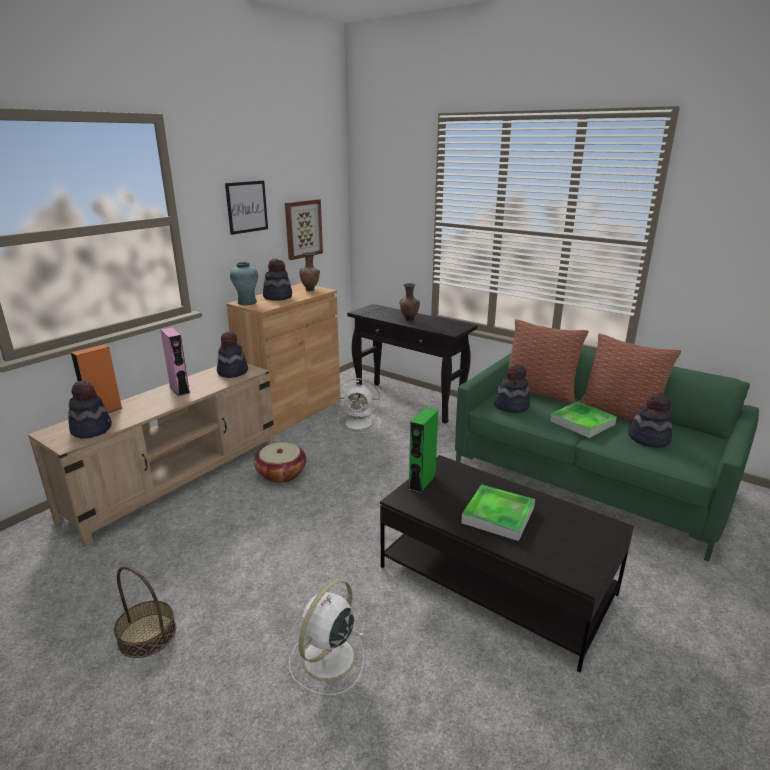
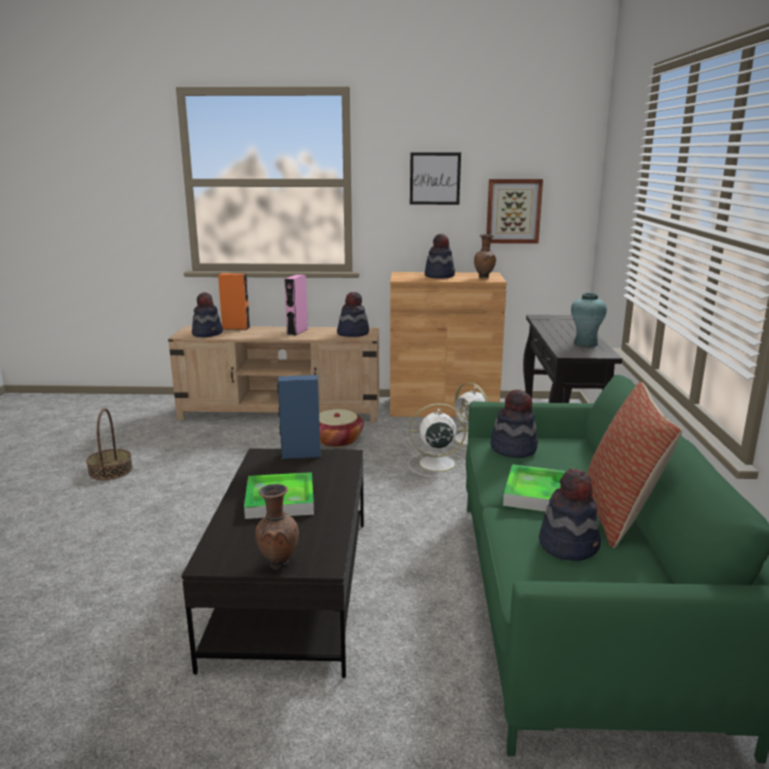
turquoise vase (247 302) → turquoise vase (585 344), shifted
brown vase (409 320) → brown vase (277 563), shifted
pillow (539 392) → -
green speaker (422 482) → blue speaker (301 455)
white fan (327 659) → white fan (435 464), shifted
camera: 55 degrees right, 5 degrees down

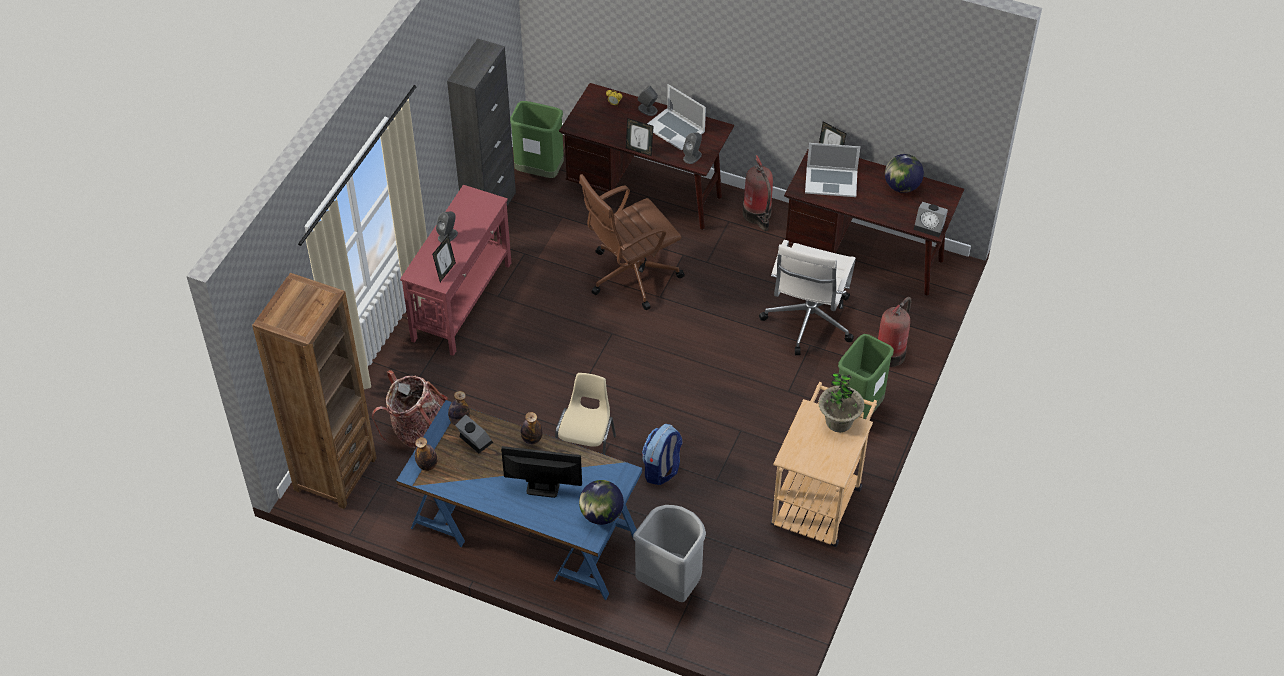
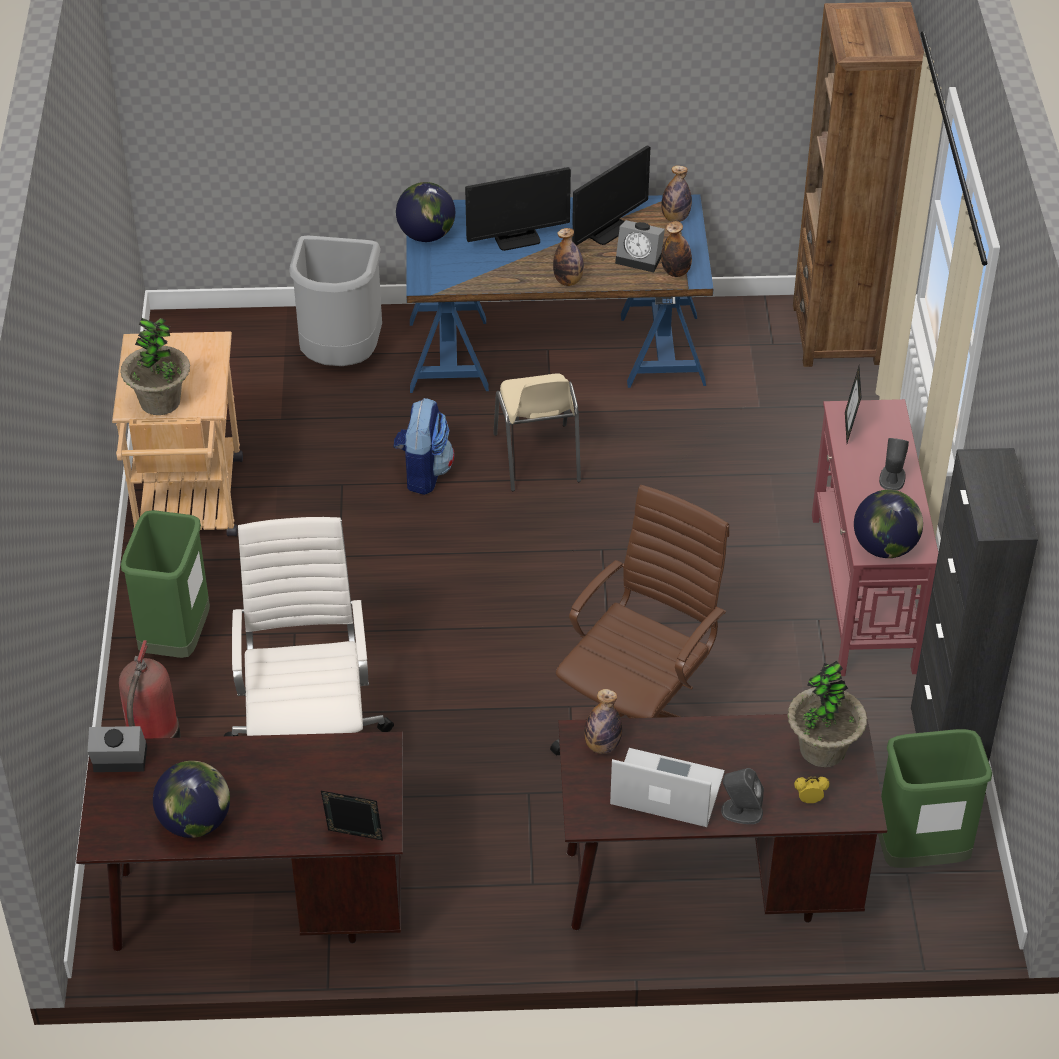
picture frame (639 150) → -
grey speaker (692 156) → bottle (602 746)
laptop (831 181) → -
fire extinguisher (758 215) → -
backpack (418 431) → -
- → monitor (607 230)
- → globe (885 547)
- → potted plant (822 749)
camera: 155 degrees right, 5 degrees down

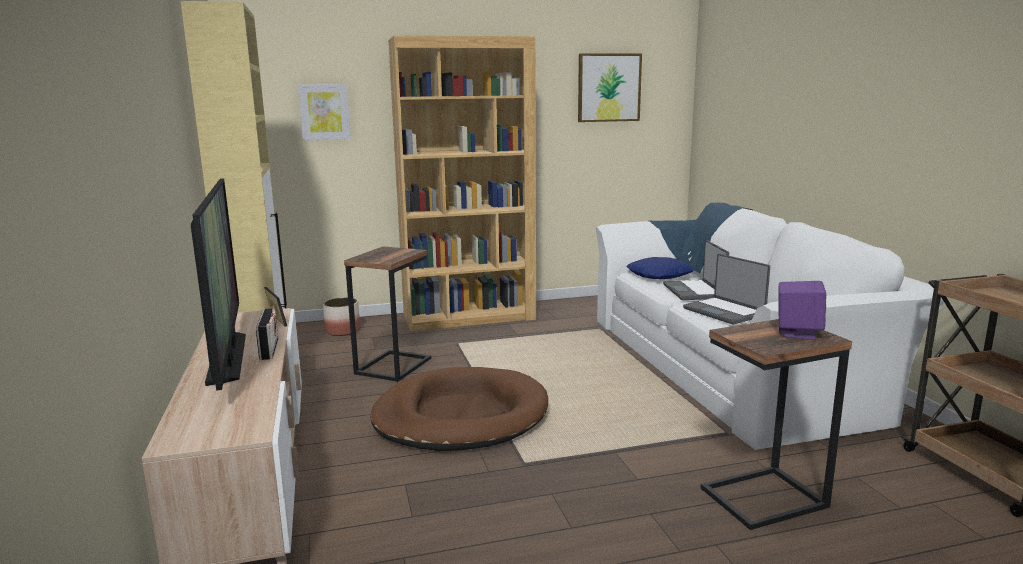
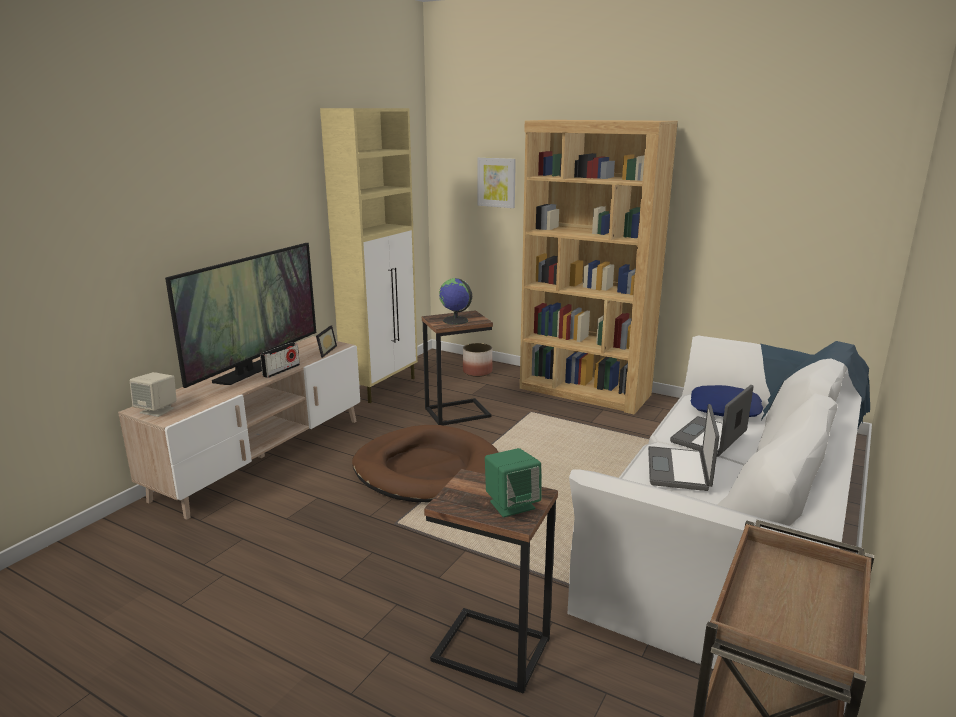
picture (609 87) → -
purple speaker (797 332) → green speaker (512 505)
- → globe (455 321)
- → beige speaker (157 410)
camera: 45 degrees right, 5 degrees up

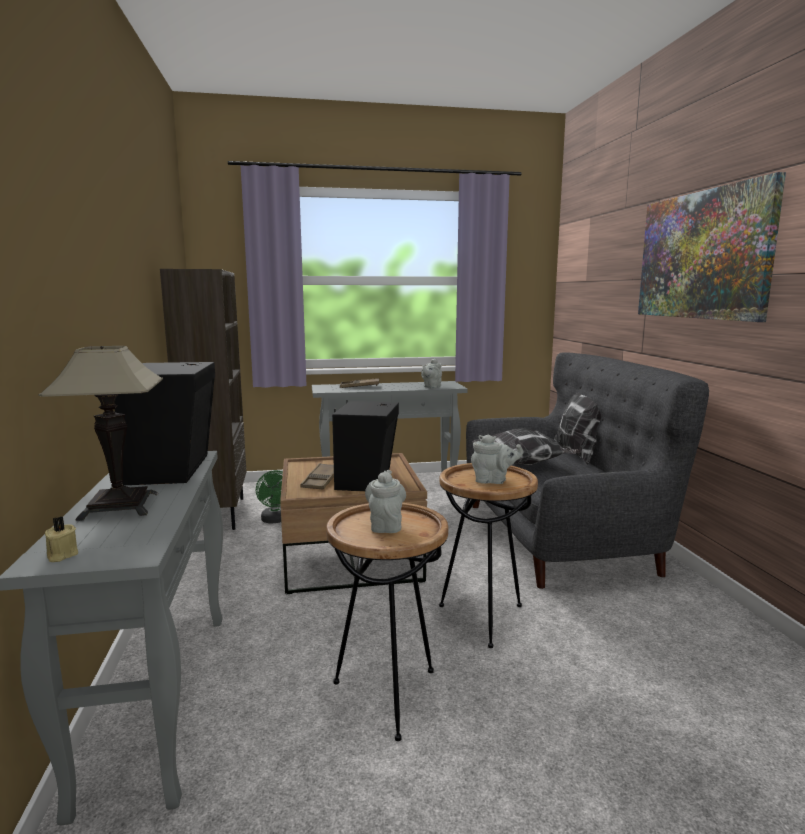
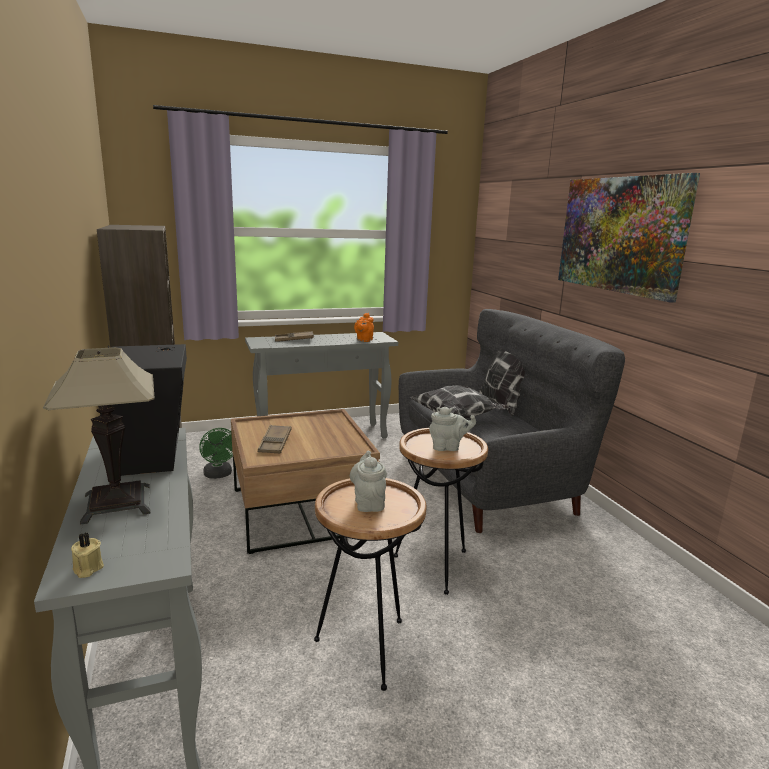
grey teapot (431 387) → orange teapot (364 340)
black speaker (367 479) → -
camera: 10 degrees left, 5 degrees up

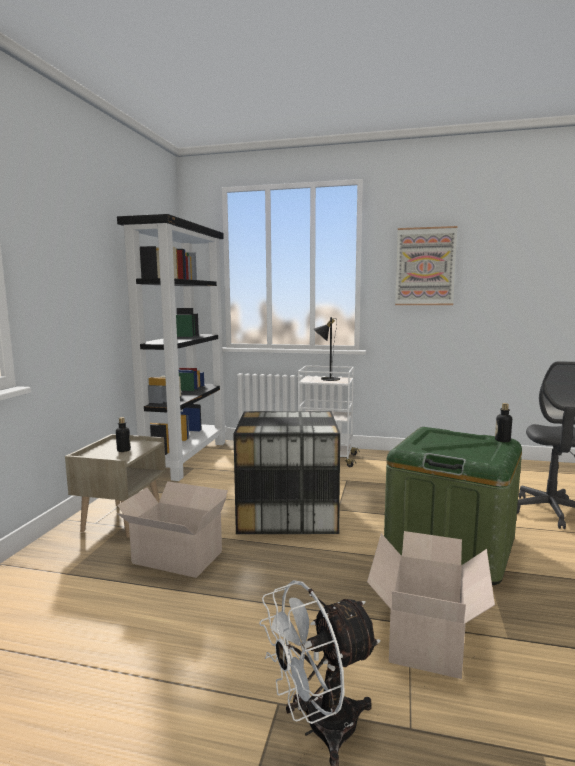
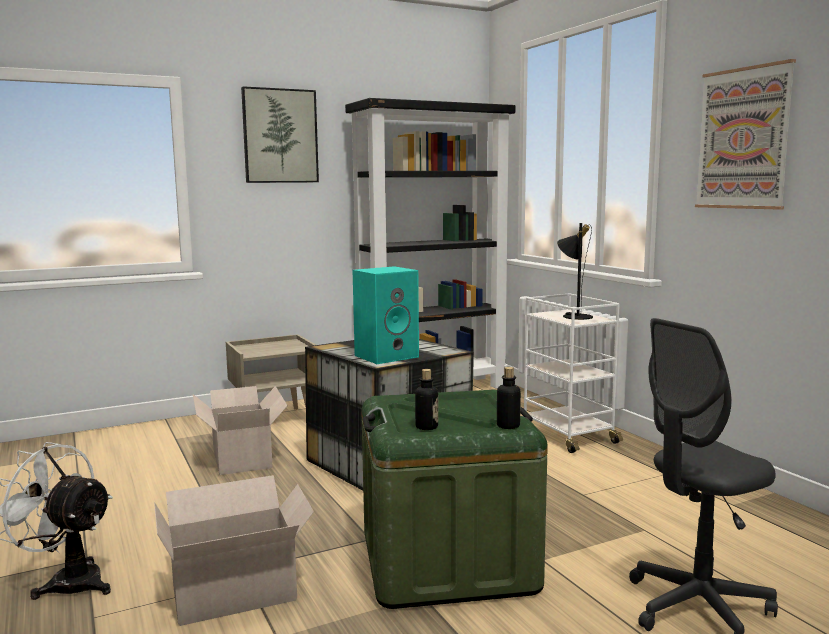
bottle (123 450) → bottle (426 427), shifted
- → picture (280 136)
- → turquoise speaker (387 356)
camera: 50 degrees right, 0 degrees up

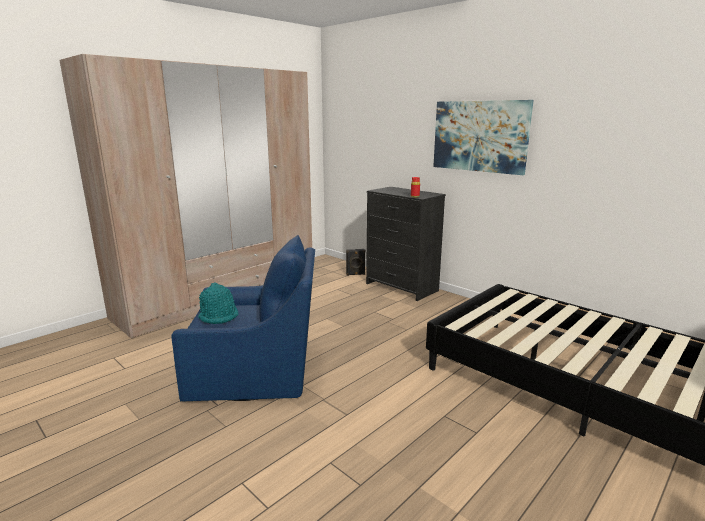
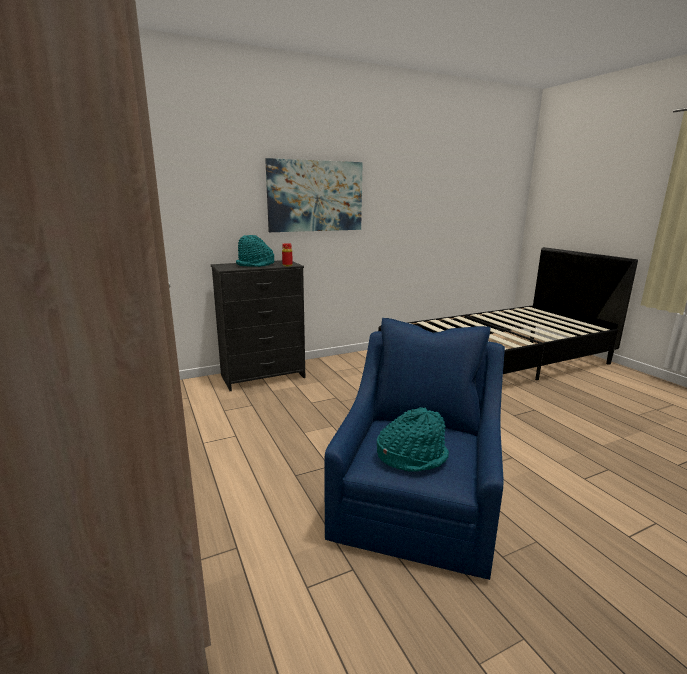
black speaker (355 274) → -
- → turquoise hat (255 265)
camera: 70 degrees left, 0 degrees up

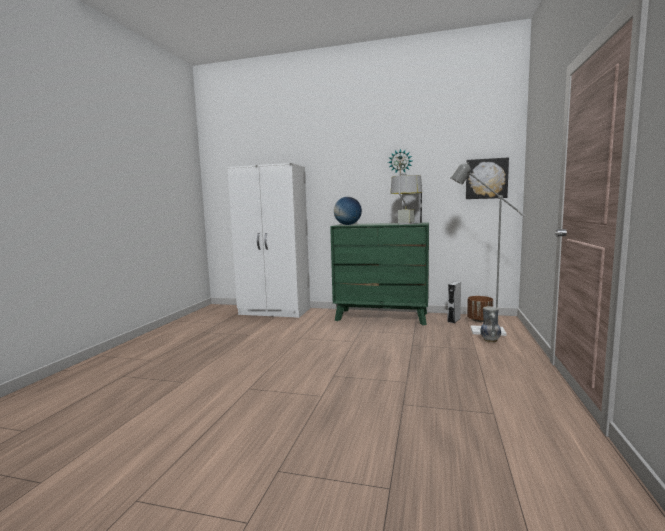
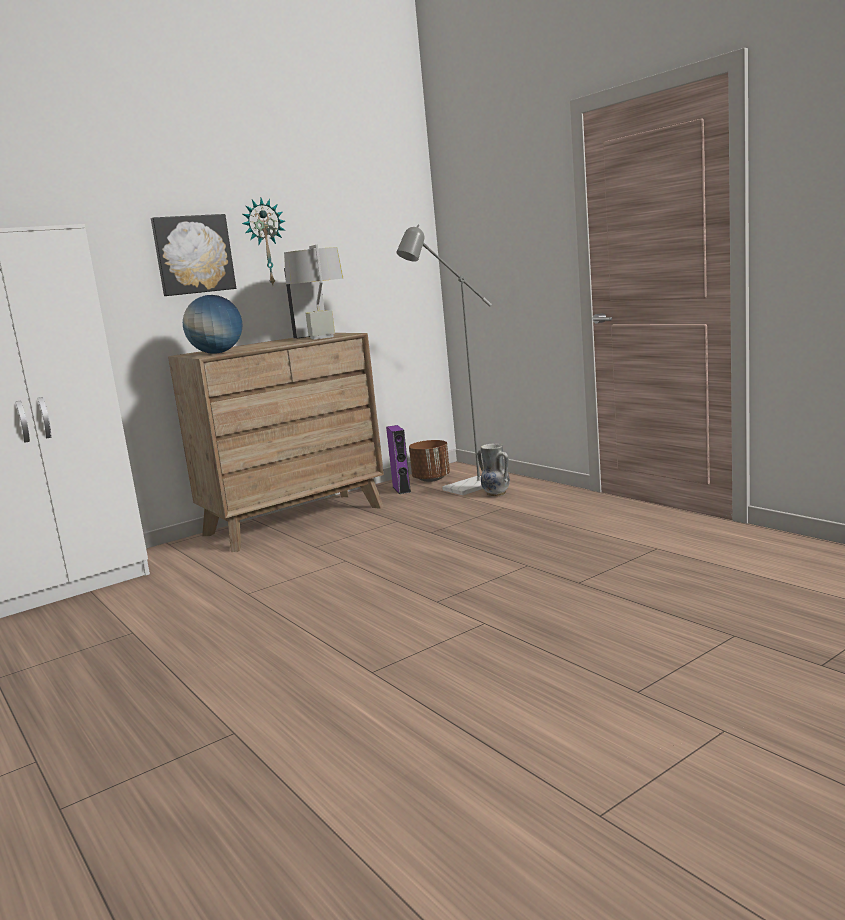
picture (486 179) → picture (193 254), shifted
green dresser (381 317) → brown dresser (295 520)
grey speaker (454 320) → purple speaker (401 489)
camera: 50 degrees left, 5 degrees up

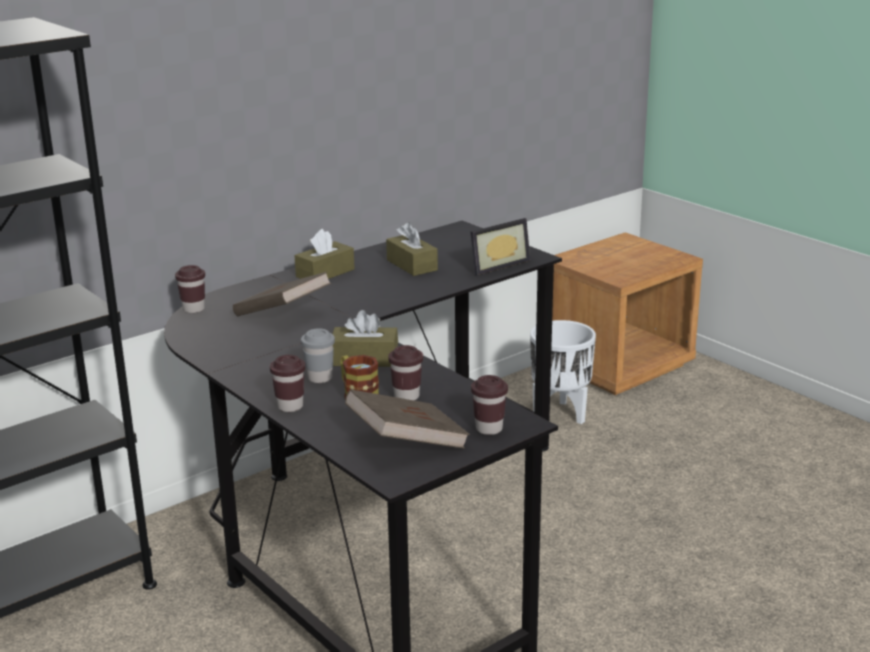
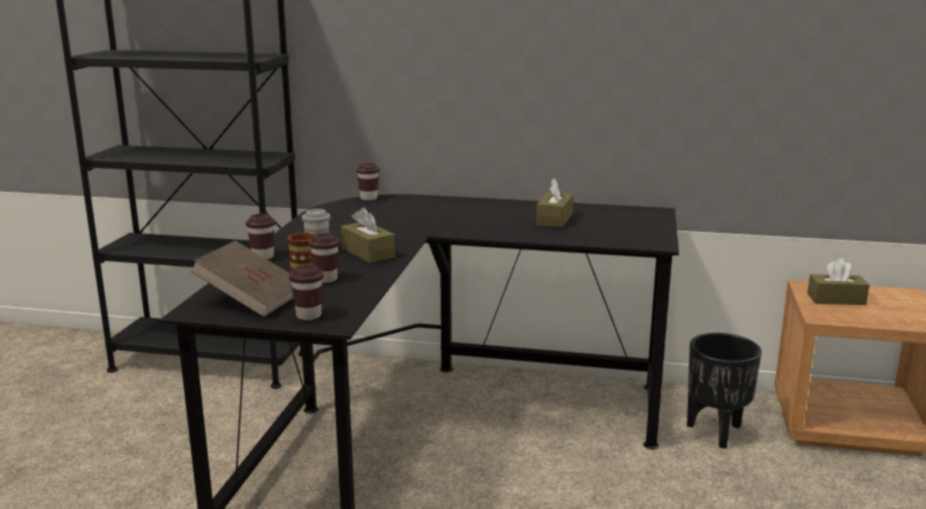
picture frame (496 265) → -
brown tissue box (325 273) → brown tissue box (836 299), shifted
brown book (282 315) → -
white planter (560 414) → black planter (717 432)
camera: 50 degrees right, 5 degrees down

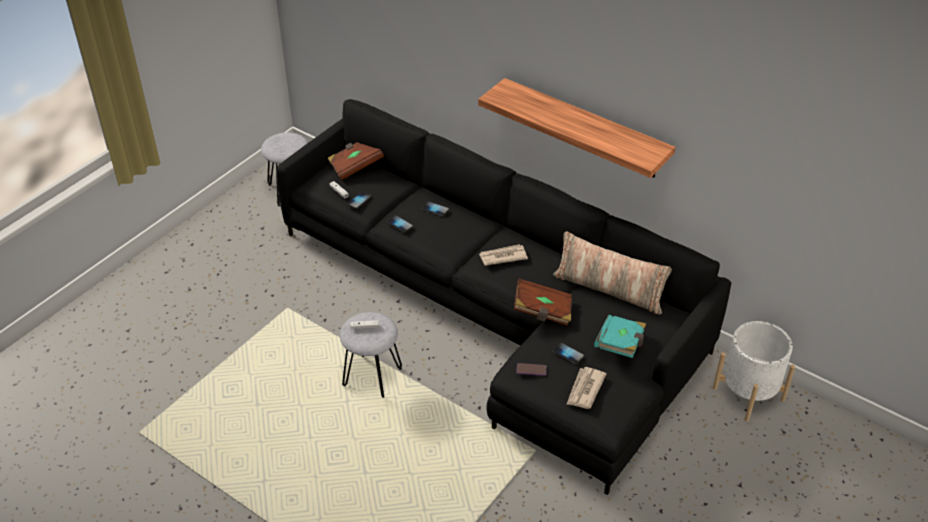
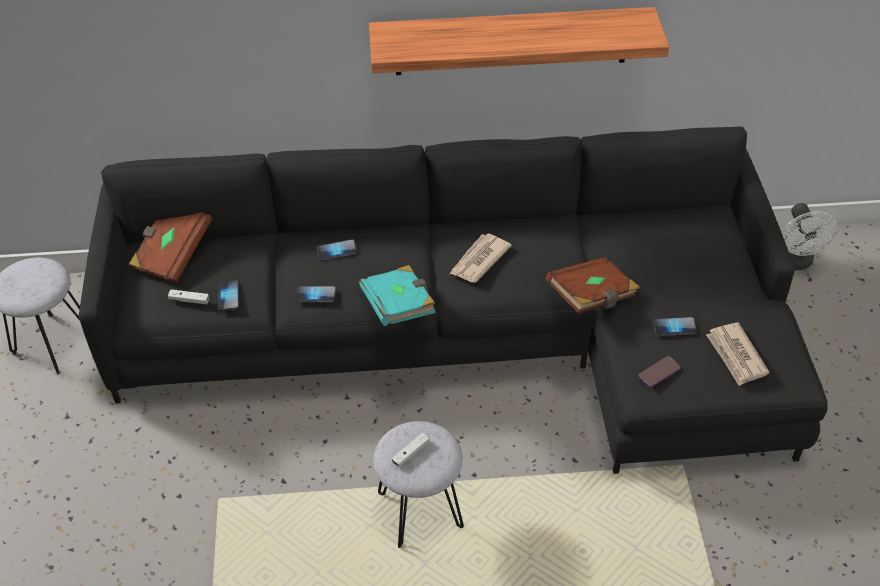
pillow (609 289) → -
turquoise book (620 344) → turquoise book (399 307), shifted
white planter (748 394) → white fan (794 262)
camera: 40 degrees left, 5 degrees up

